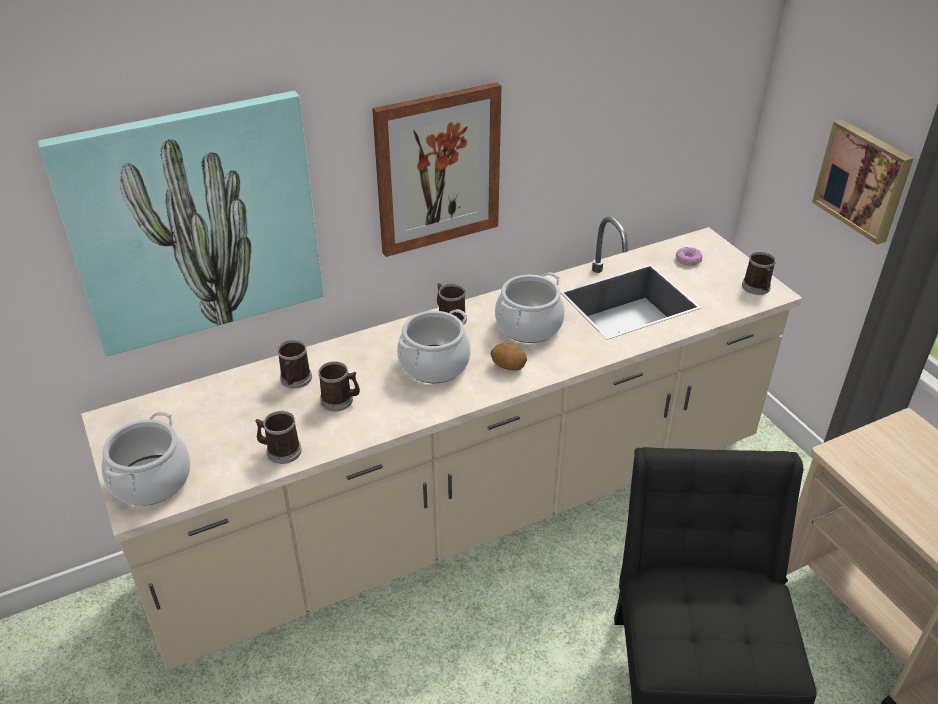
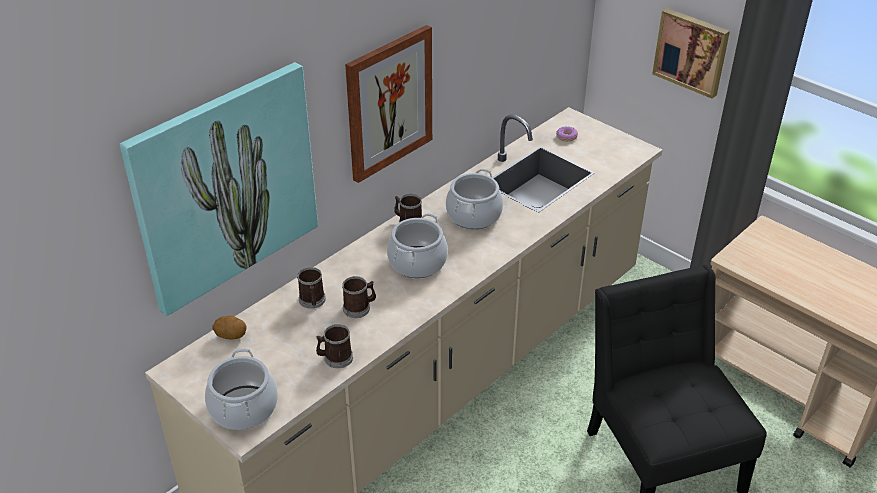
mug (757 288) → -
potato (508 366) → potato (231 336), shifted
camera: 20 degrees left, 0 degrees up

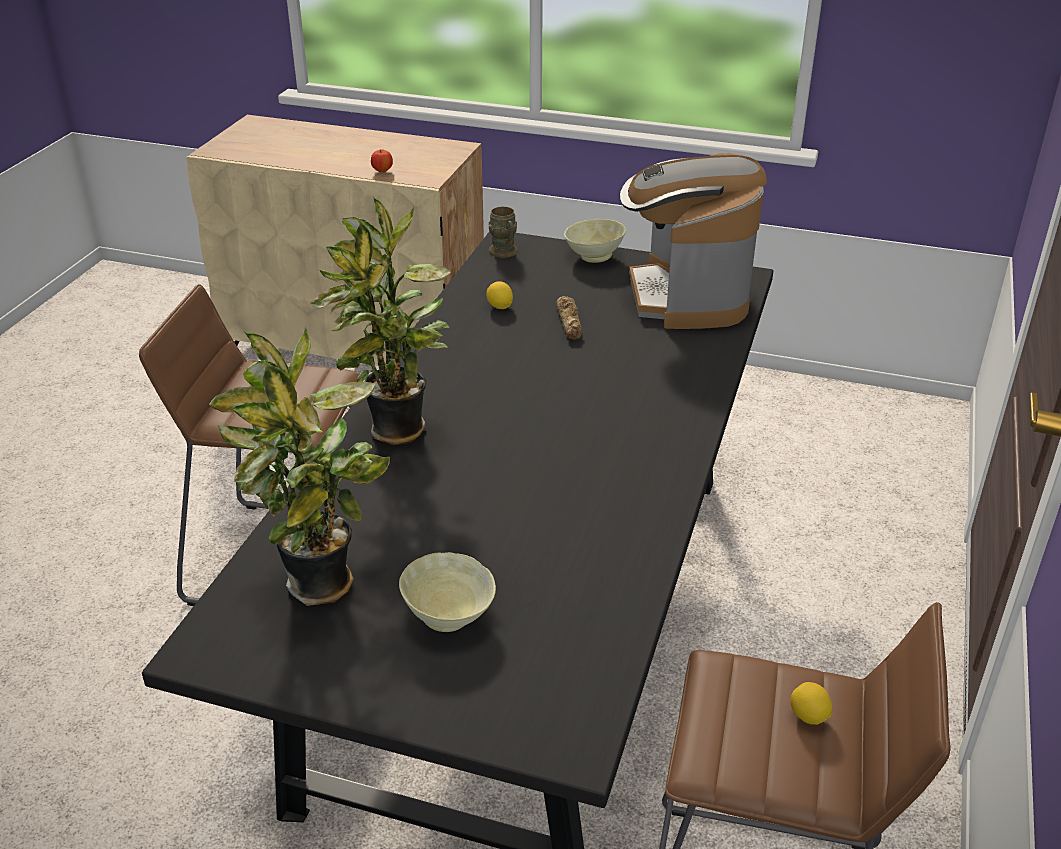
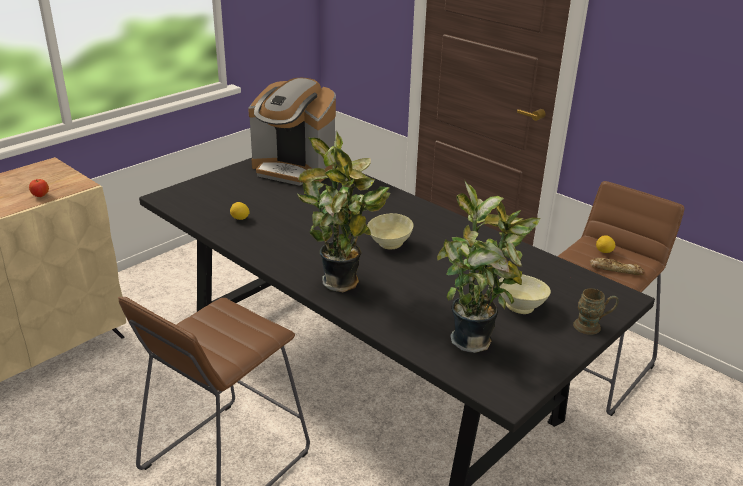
brown mug (505 253) → brown mug (592 326), shifted
beige bowl (593 256) → beige bowl (389 244), shifted
bread (570 322) → bread (616 270), shifted
camera: 65 degrees left, 5 degrees down

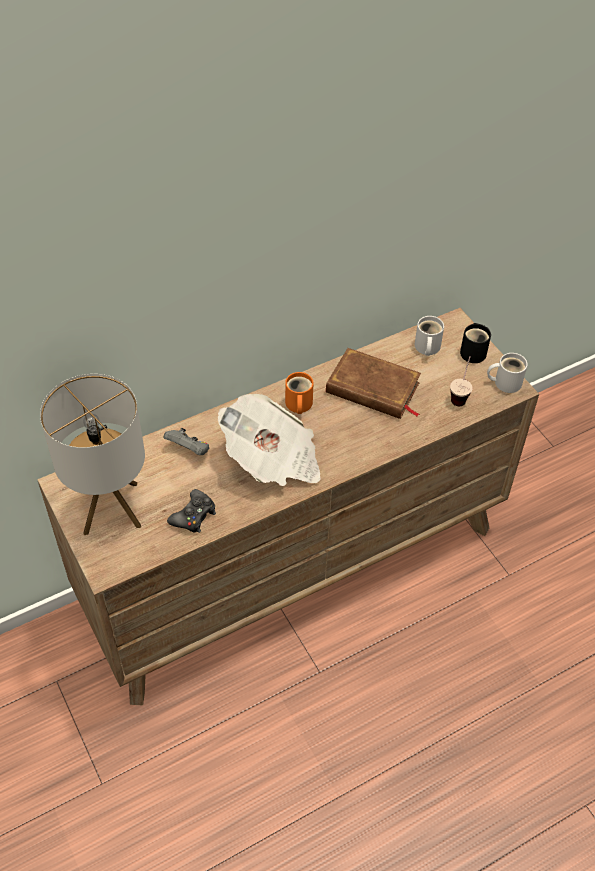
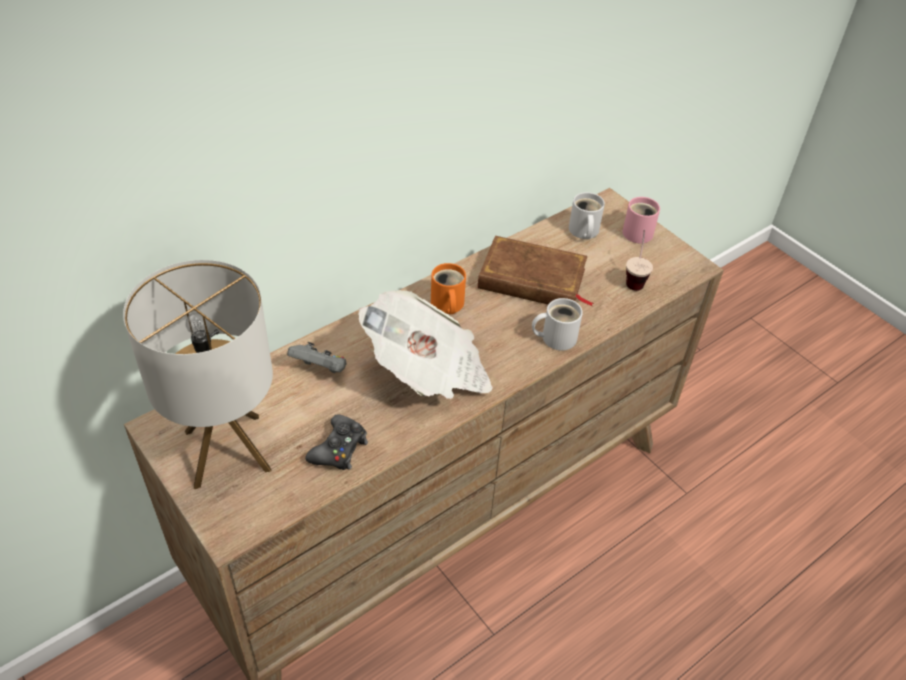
black mug (474 351) → pink mug (638 231)
white mug (505 382) → white mug (555 337), shifted
camera: 10 degrees left, 5 degrees down

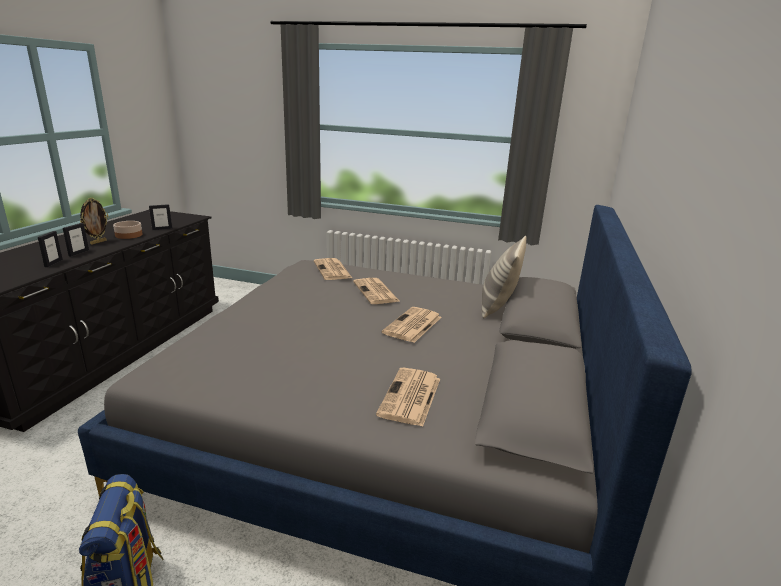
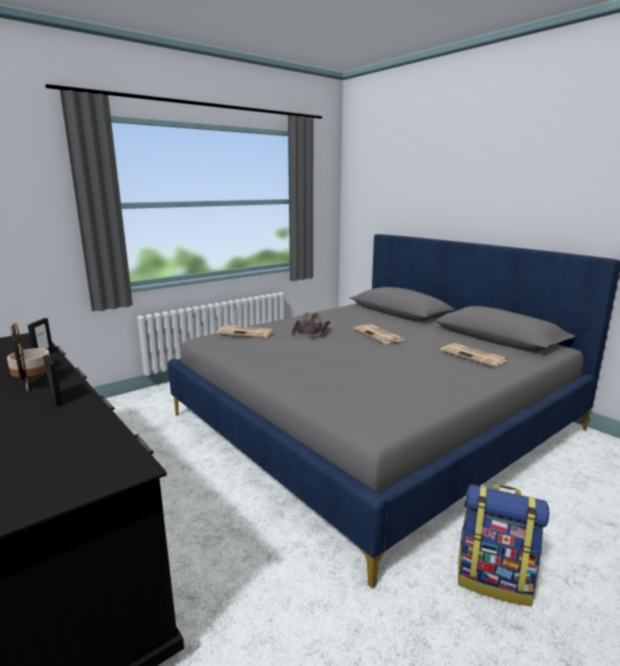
picture frame (53 263) → -
pillow (498 307) → -
newspaper (376 292) → brown hat (311 331)
camera: 55 degrees left, 5 degrees down

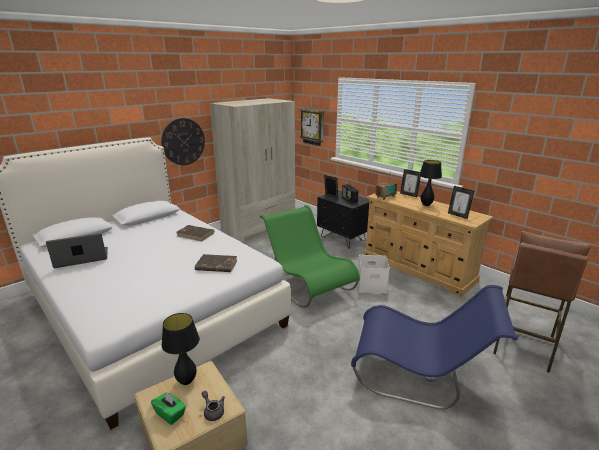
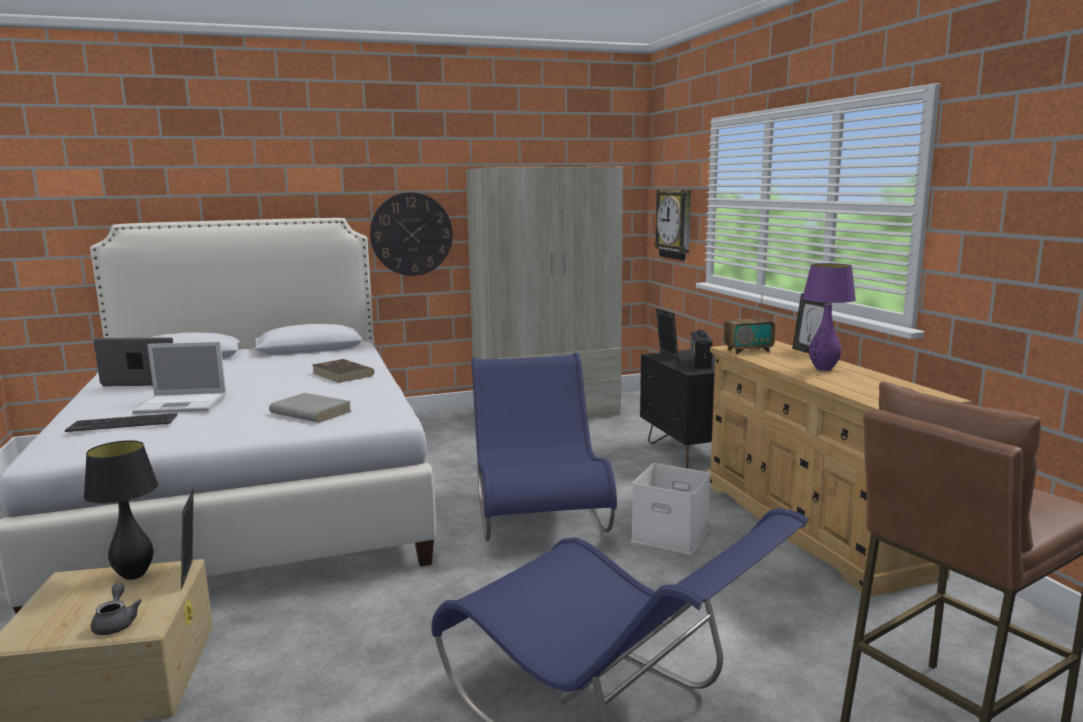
black table lamp (426 205) → purple table lamp (823 369)
picture frame (458 215) → picture frame (192 574), shifted
green chair (307 285) → blue chair (538 511)
brown book (216 266) → grey book (310 412)
green tissue box (170 414) → -
- → laptop (183 404)
- → keyboard (123 423)
camera: 25 degrees right, 10 degrees down

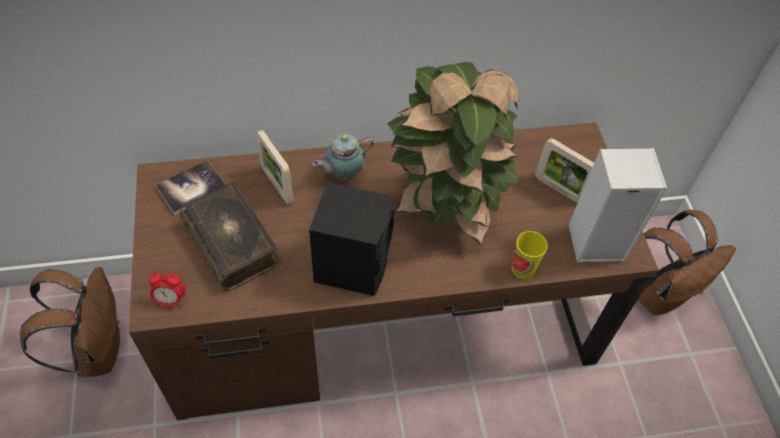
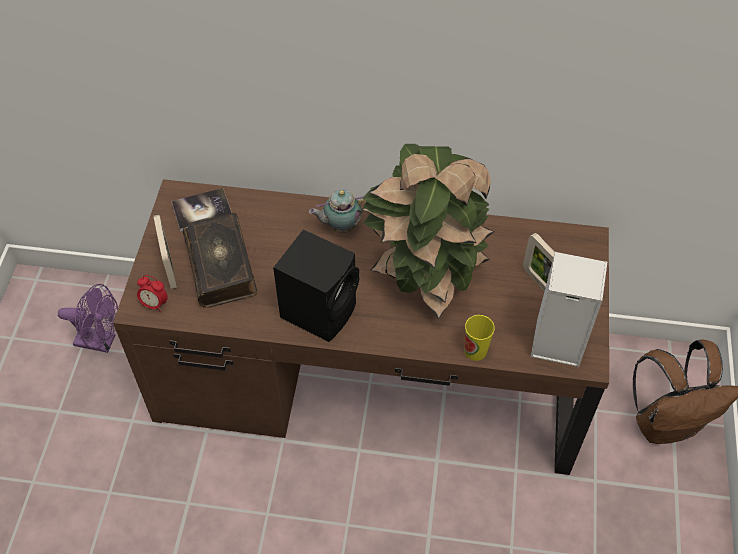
picture frame (277 185) → picture frame (170 268), shifted
brown backpack (97 349) → purple fan (101 341)
camera: 20 degrees right, 0 degrees up

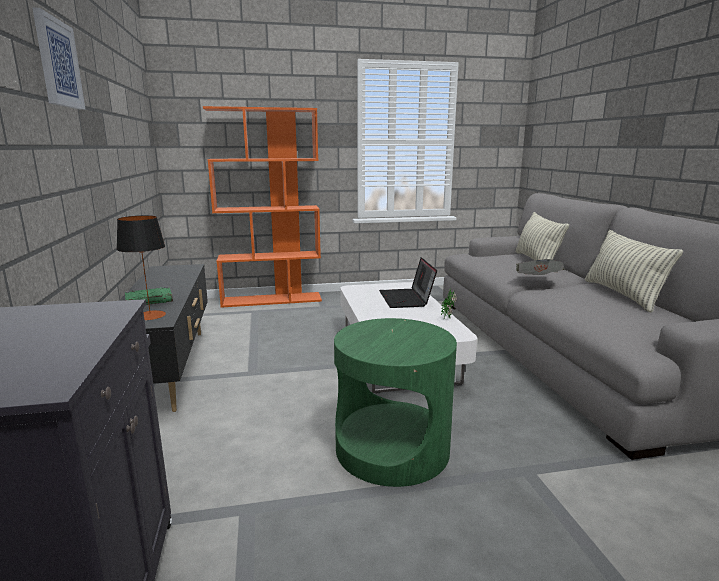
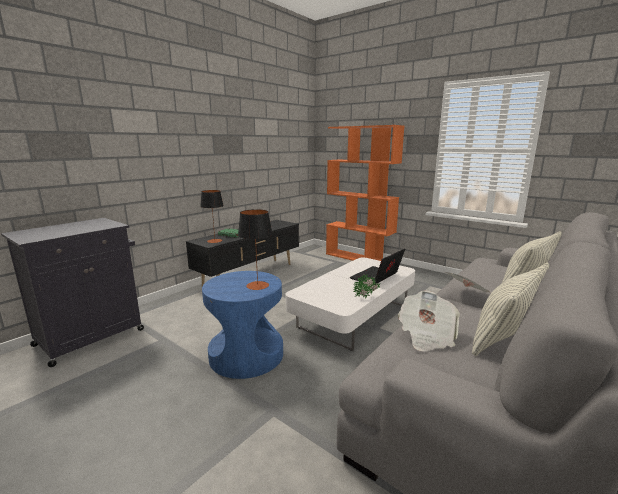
picture (58 63) → -
green side table (391 448) → blue side table (246 355)
- → table lamp (257 285)
- → newspaper (426 335)
camera: 50 degrees right, 0 degrees up

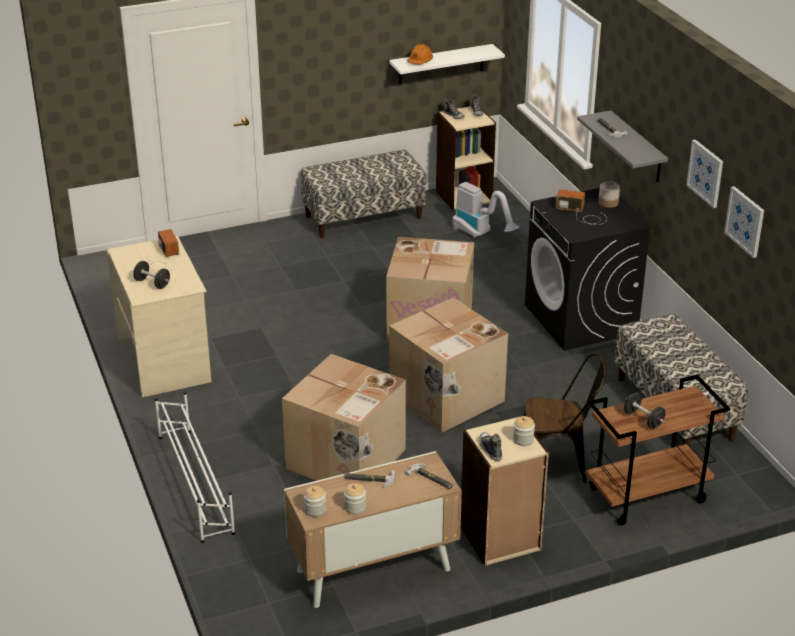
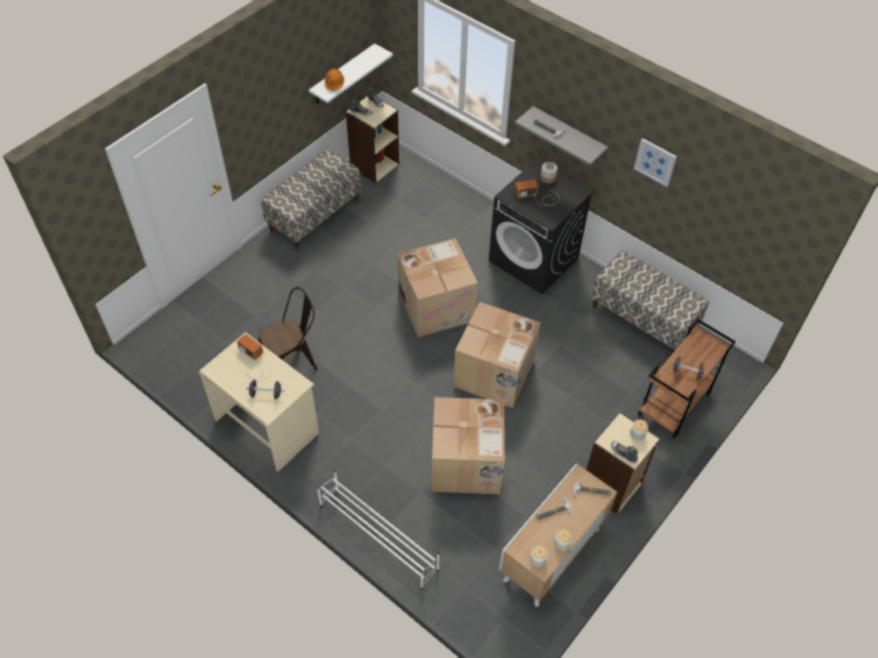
vacuum cleaner (481 234) → -
picture (745 221) → -
brown chair (558 464) → brown chair (292 361), shifted
camera: 30 degrees left, 20 degrees up

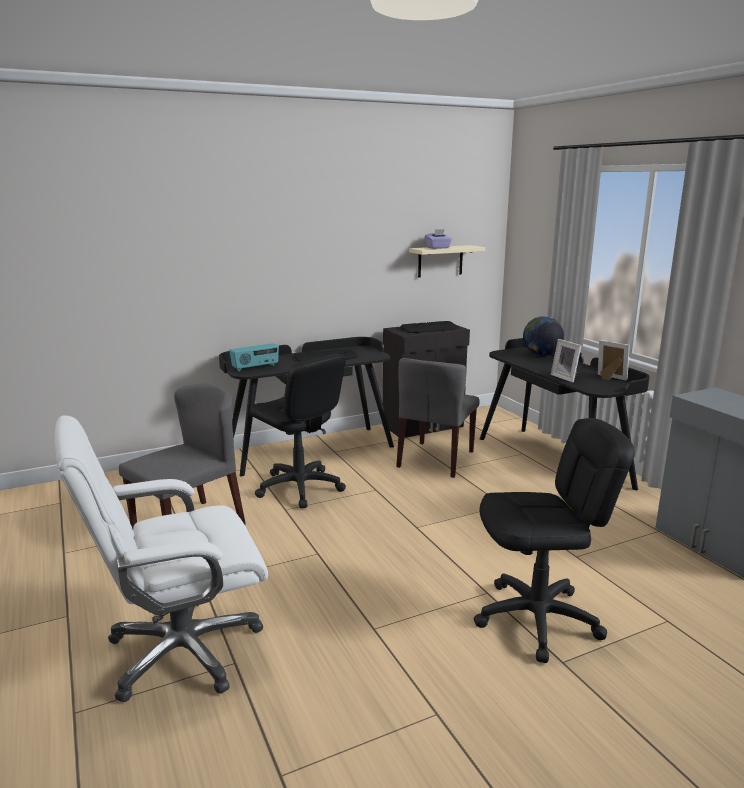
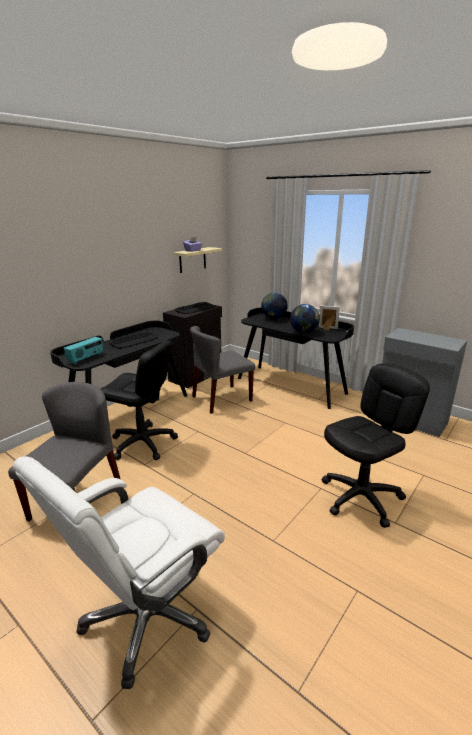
picture frame (566 377) → globe (304 332)
grey chair (436 459) → grey chair (221 399), 60 degrees clockwise
camera: 25 degrees left, 5 degrees up

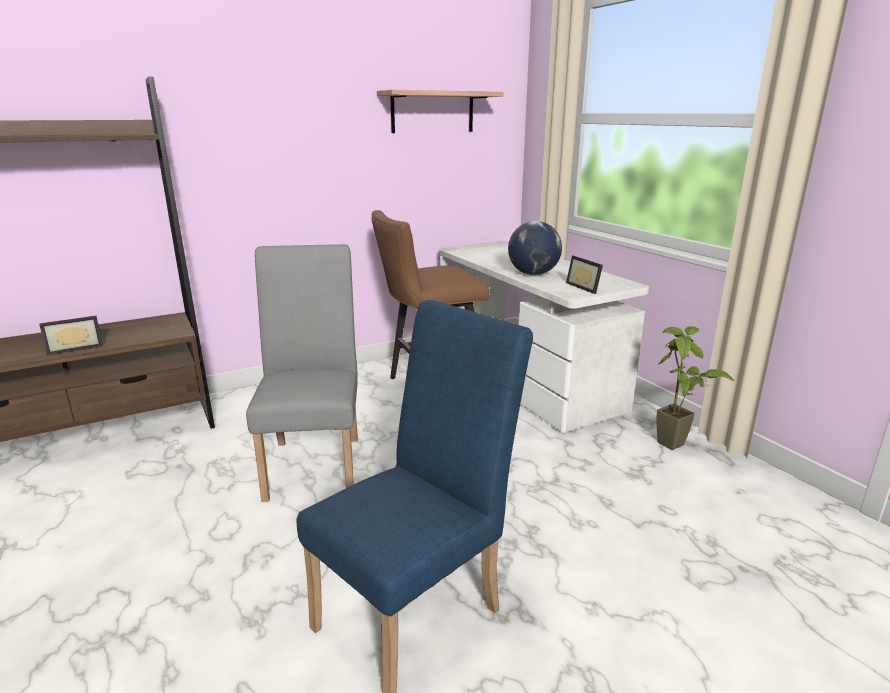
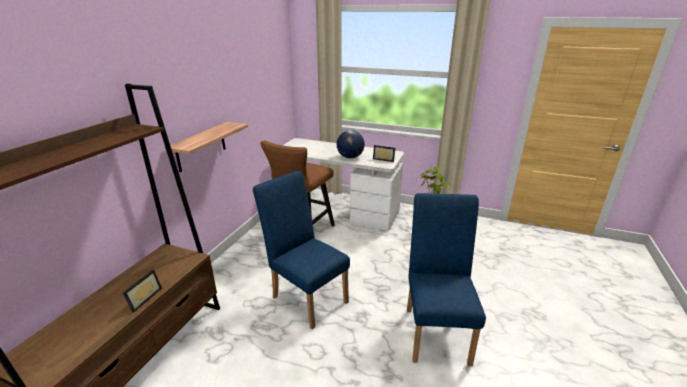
shelf (432 112) → shelf (201 146), shifted
grey chair (316 461) → blue chair (306 296)
camera: 40 degrees left, 5 degrees up

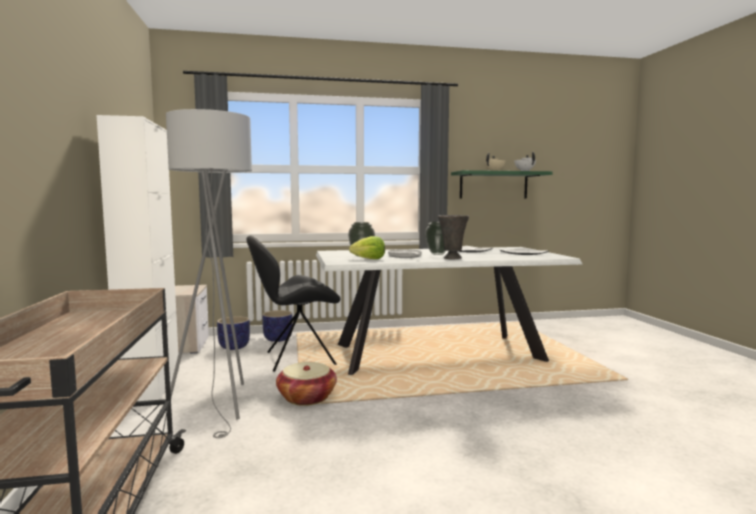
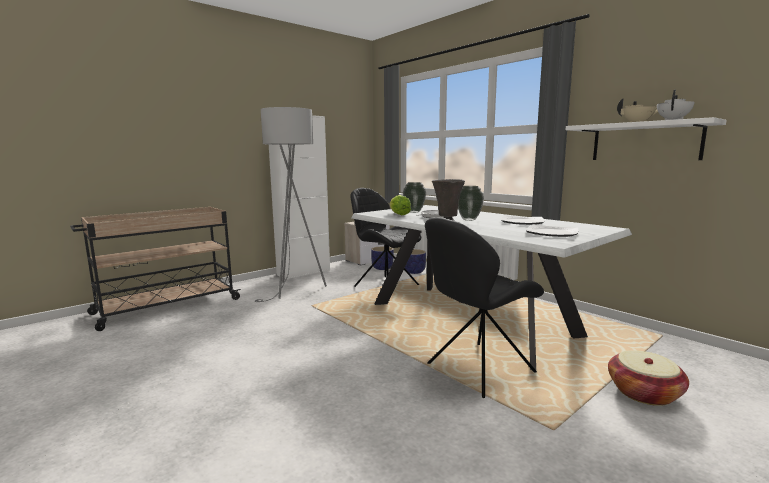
green shelf (493 185) → white shelf (645 142)
basket (306 397) → basket (644 392), shifted
- → black chair (477 369)
camera: 60 degrees right, 5 degrees up

